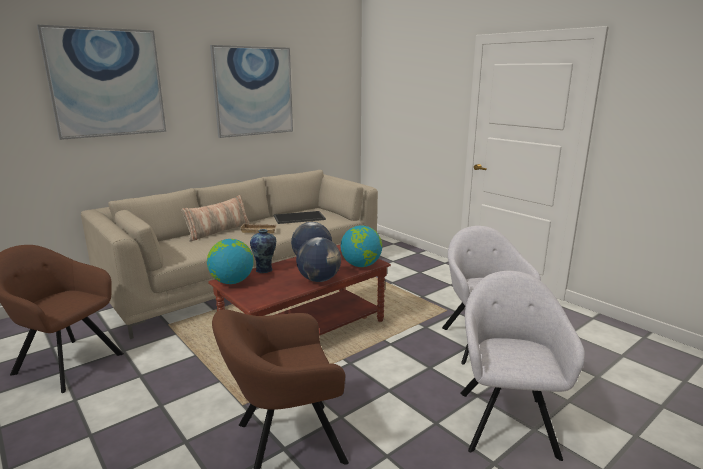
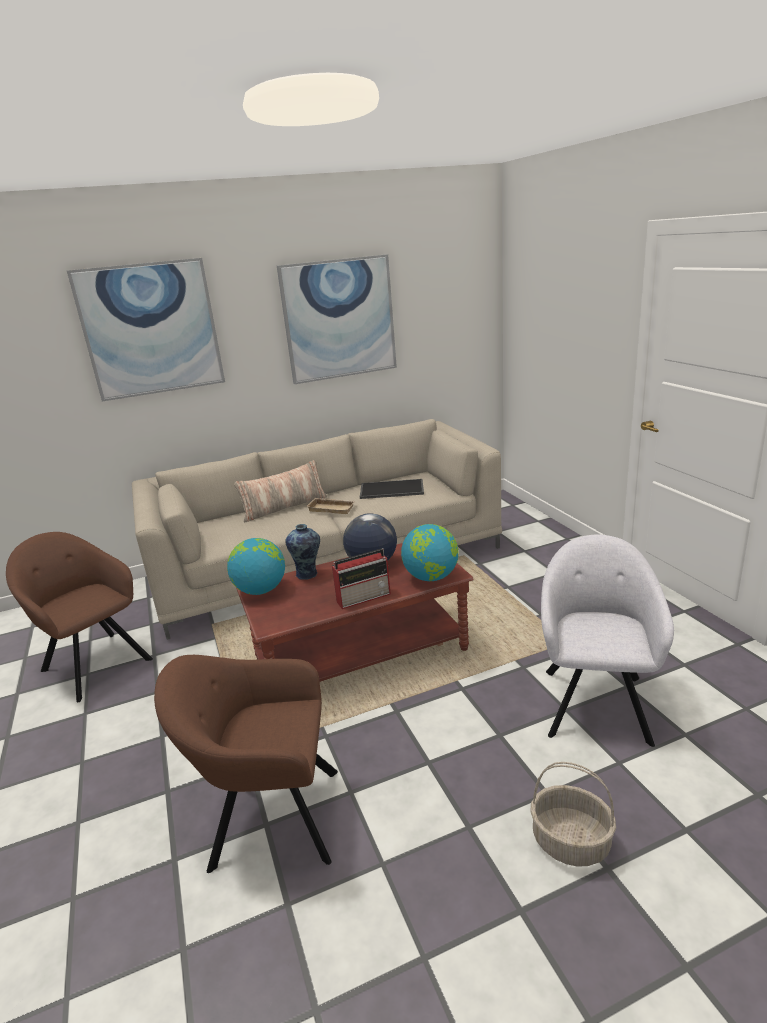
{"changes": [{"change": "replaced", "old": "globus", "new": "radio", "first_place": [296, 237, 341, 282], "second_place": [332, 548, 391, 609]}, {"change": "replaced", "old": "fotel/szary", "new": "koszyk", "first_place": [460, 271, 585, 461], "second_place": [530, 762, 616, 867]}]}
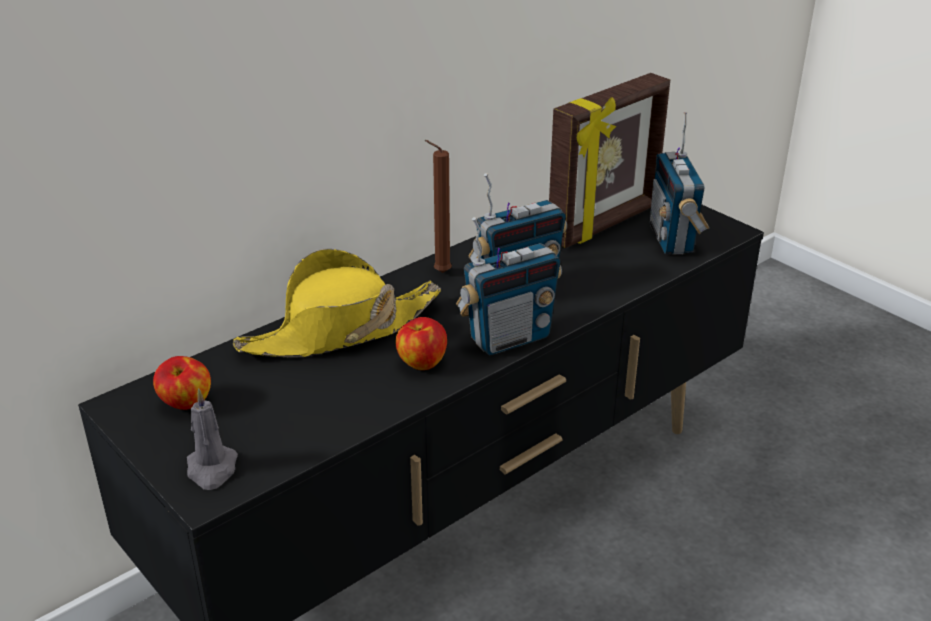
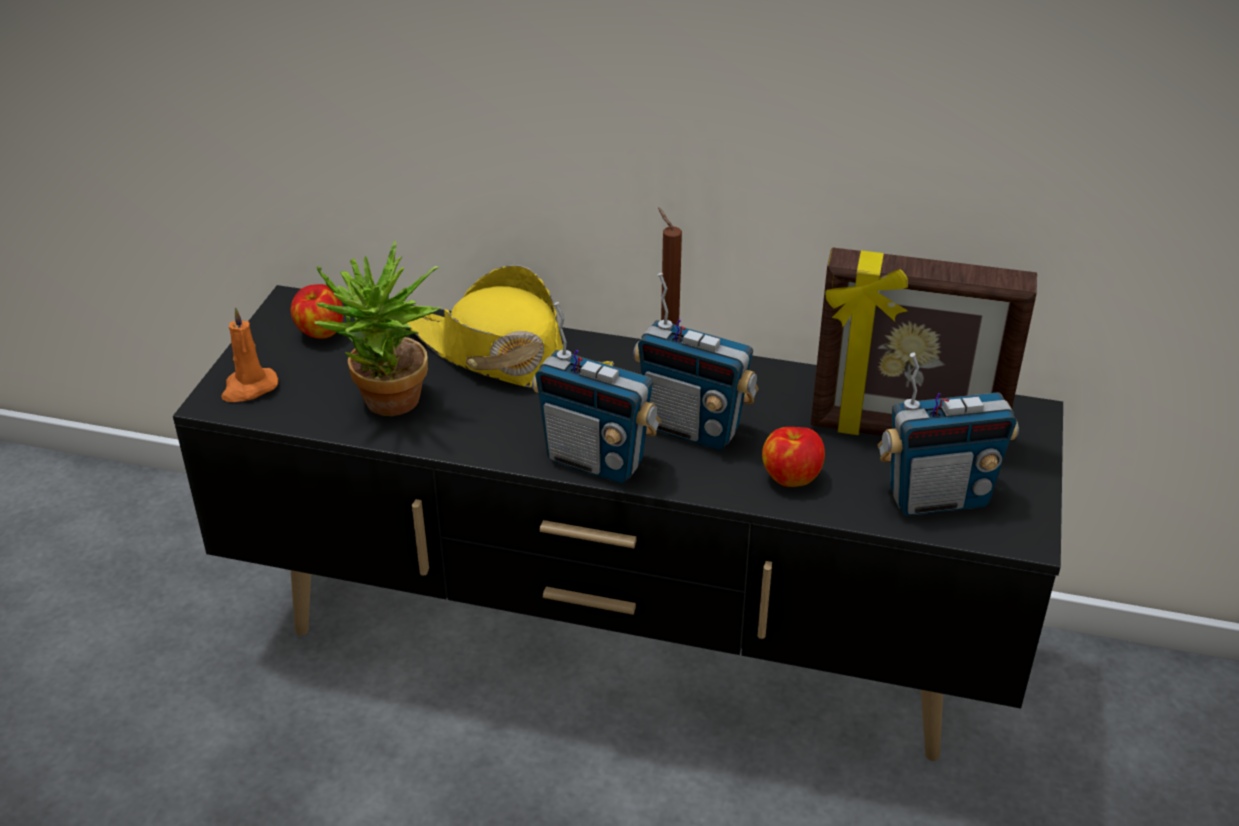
{"changes": [{"change": "recoloured", "old": "świeca/szary", "new": "świeca/pomarańczowy", "first_place": [187, 388, 238, 490], "second_place": [221, 307, 278, 402]}, {"change": "added", "new": "roślina doniczkowa", "second_place": [314, 240, 441, 416]}, {"change": "moved", "old": "jabłko", "first_place": [395, 317, 447, 370], "second_place": [762, 427, 825, 487]}, {"change": "turned", "old": "radio", "first_place": [650, 112, 709, 254], "second_place": [878, 353, 1019, 516], "degrees": -150}]}
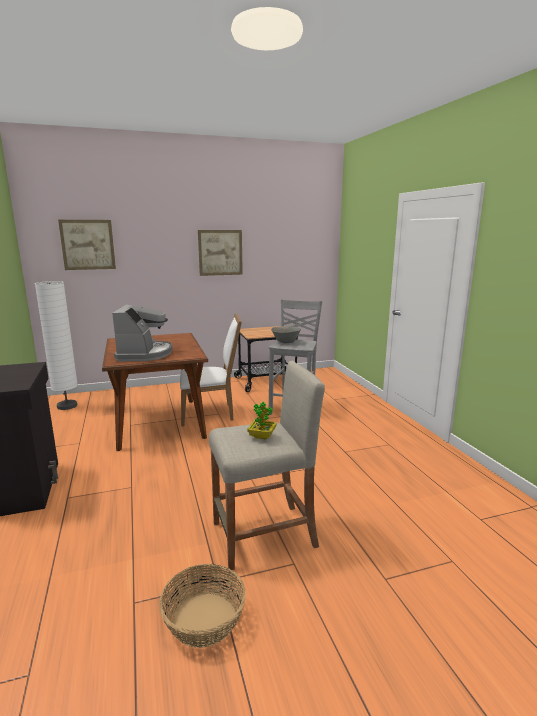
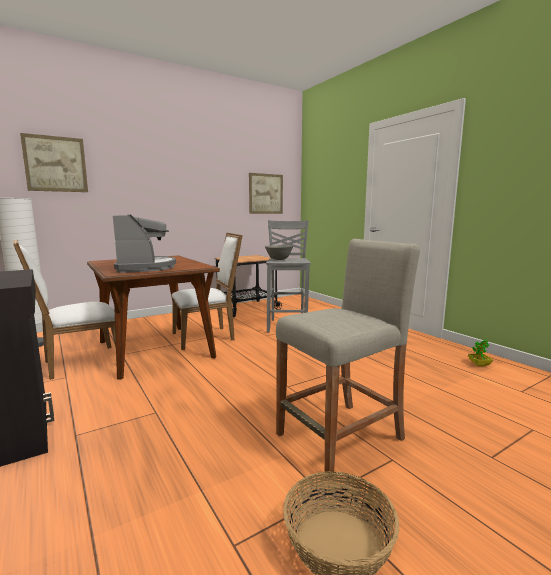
{"changes": [{"change": "added", "new": "krzesło/biały", "second_place": [13, 239, 116, 380]}, {"change": "moved", "old": "obraz", "first_place": [198, 230, 243, 276], "second_place": [249, 173, 283, 214]}, {"change": "moved", "old": "roślina doniczkowa", "first_place": [248, 402, 276, 439], "second_place": [468, 339, 493, 366]}]}
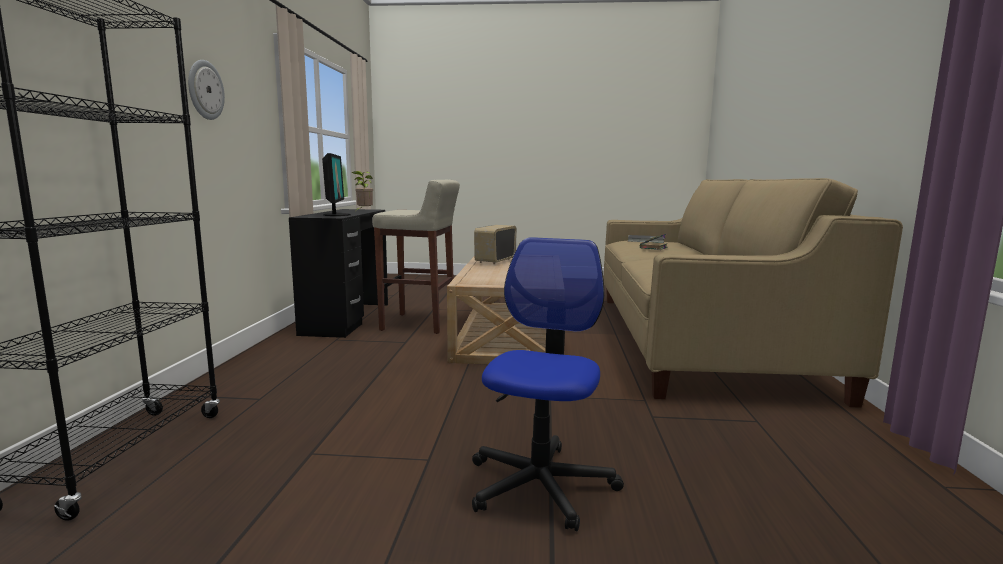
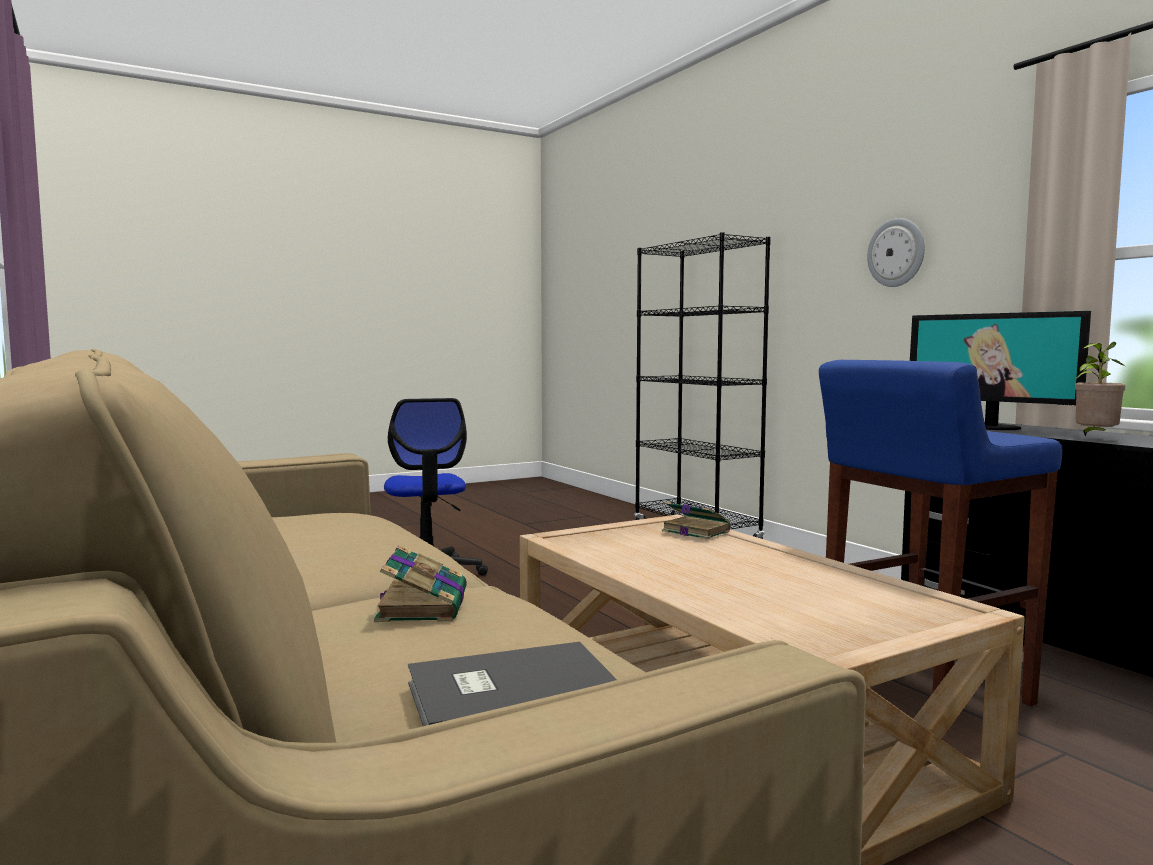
{"changes": [{"change": "added", "new": "książka", "second_place": [662, 502, 731, 540]}, {"change": "recoloured", "old": "stołek/beżowy", "new": "stołek/niebieski", "first_place": [372, 180, 460, 334], "second_place": [819, 360, 1062, 733]}, {"change": "removed", "old": "radio", "first_place": [474, 225, 517, 264]}]}
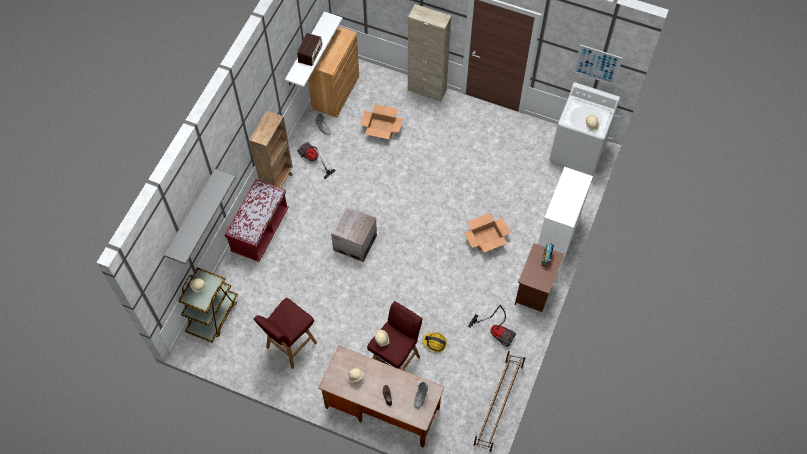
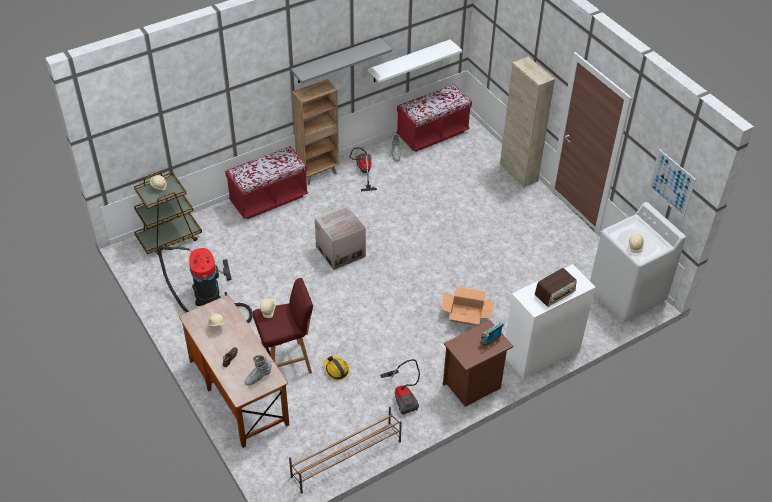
{"changes": [{"change": "replaced", "old": "stołek/czerwony", "new": "odkurzacz", "first_place": [254, 298, 317, 369], "second_place": [158, 246, 253, 323]}, {"change": "moved", "old": "półka/szary", "first_place": [164, 169, 236, 265], "second_place": [291, 38, 392, 83]}, {"change": "replaced", "old": "szafka/brązowy", "new": "ławka/czerwony", "first_place": [308, 26, 359, 118], "second_place": [396, 84, 472, 152]}, {"change": "moved", "old": "radio", "first_place": [297, 33, 322, 66], "second_place": [535, 268, 577, 307]}, {"change": "removed", "old": "karton", "first_place": [360, 104, 403, 139]}]}
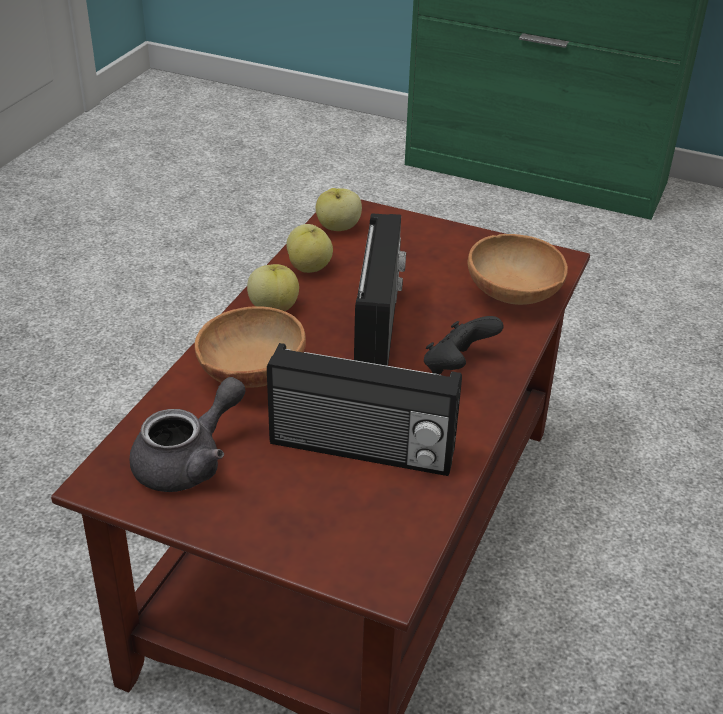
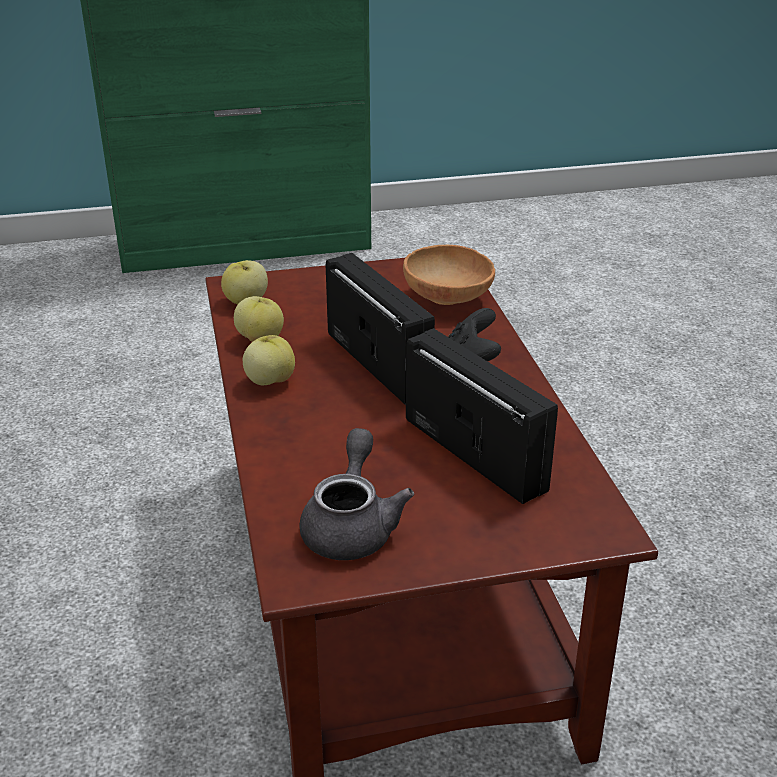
{"changes": [{"change": "turned", "old": "radio", "first_place": [267, 343, 462, 476], "second_place": [406, 328, 558, 504], "degrees": -105}, {"change": "removed", "old": "miska/brązowy", "first_place": [195, 306, 306, 388]}]}
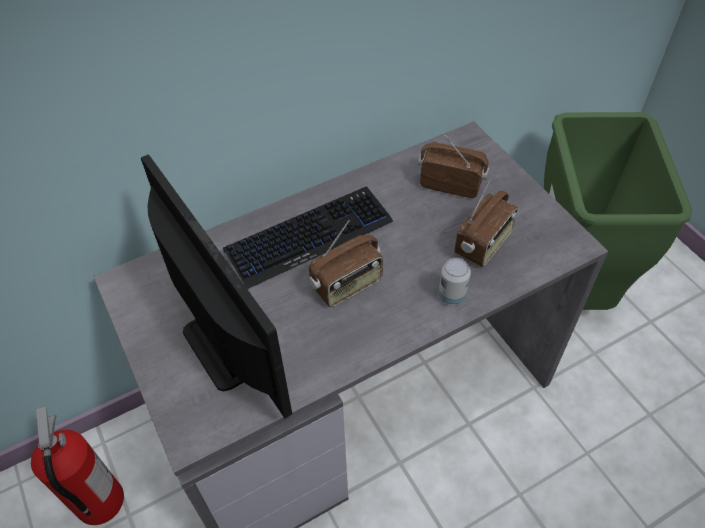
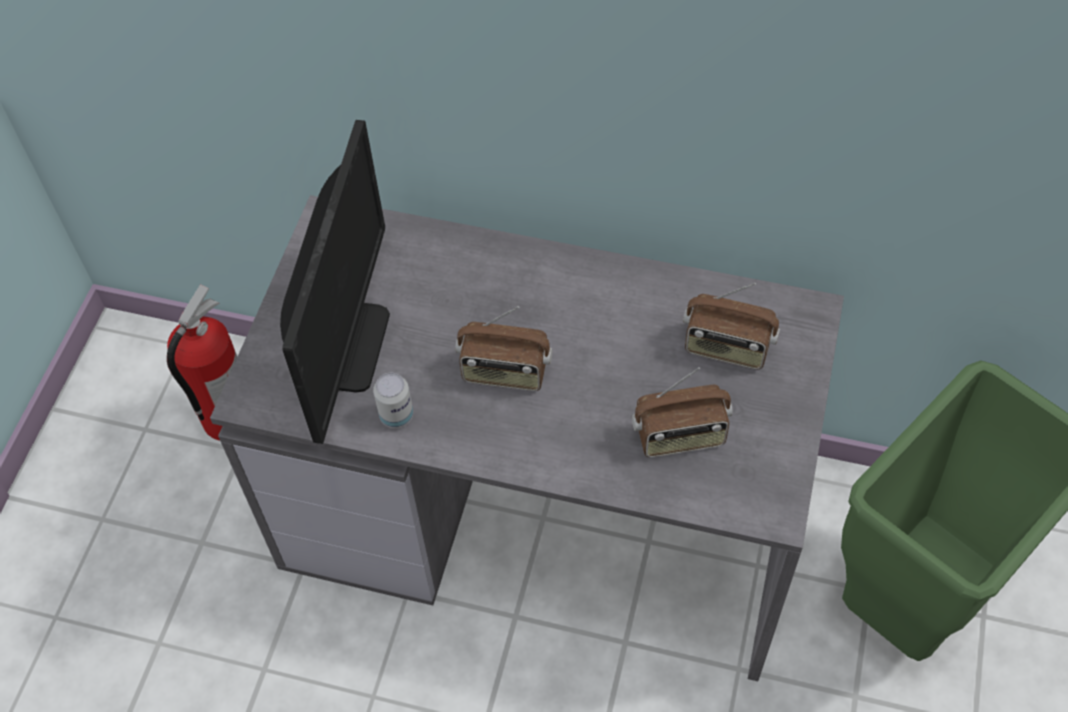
{"changes": [{"change": "moved", "old": "puszka", "first_place": [438, 258, 471, 305], "second_place": [373, 373, 413, 428]}, {"change": "turned", "old": "radio", "first_place": [418, 135, 489, 198], "second_place": [683, 283, 780, 369], "degrees": 135}, {"change": "removed", "old": "klawiatura", "first_place": [223, 186, 393, 289]}]}
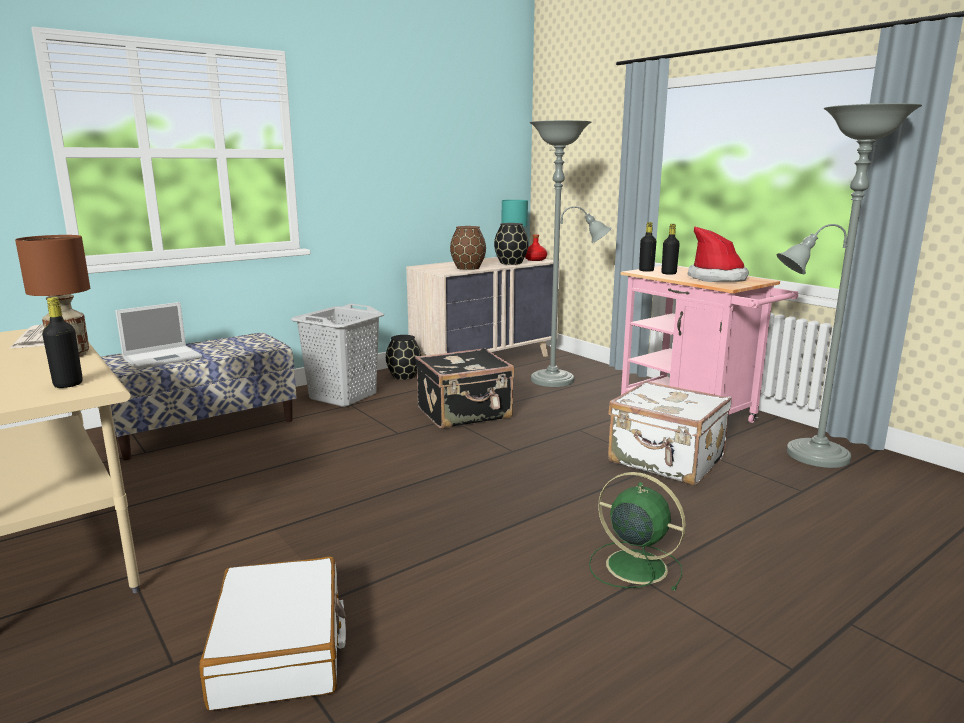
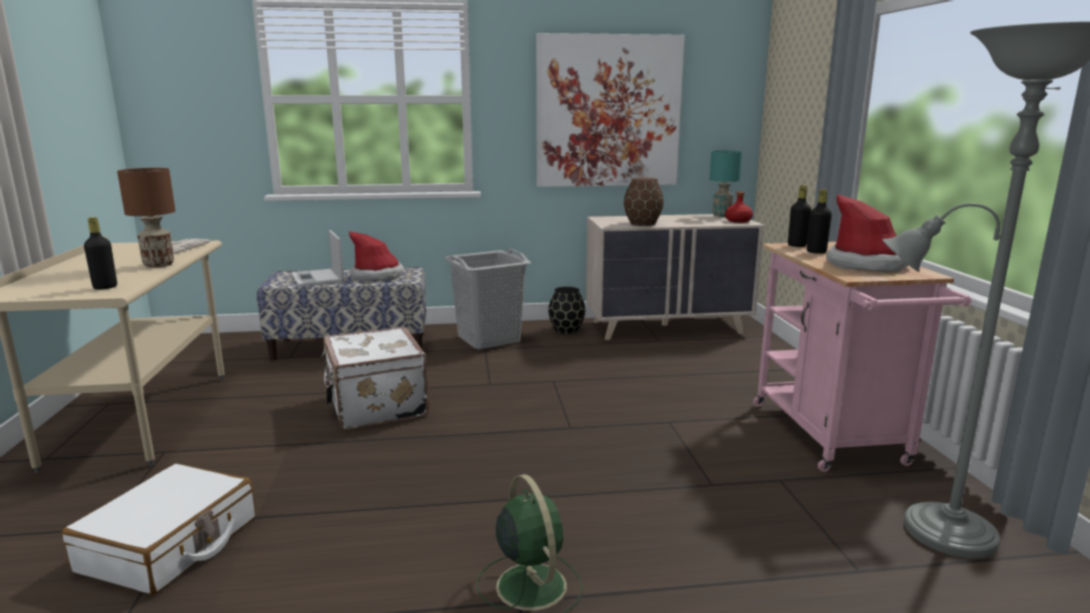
{"changes": [{"change": "turned", "old": "laptop", "first_place": [115, 302, 202, 369], "second_place": [291, 230, 344, 287], "degrees": 75}, {"change": "moved", "old": "walizka/biały", "first_place": [608, 380, 732, 485], "second_place": [322, 327, 429, 430]}, {"change": "added", "new": "kapelusz", "second_place": [349, 231, 405, 281]}, {"change": "added", "new": "obraz", "second_place": [536, 33, 685, 187]}, {"change": "removed", "old": "walizka/czarny", "first_place": [415, 348, 514, 429]}, {"change": "removed", "old": "wazon/czarny", "first_place": [494, 223, 529, 265]}, {"change": "removed", "old": "lampa stojąca/szary", "first_place": [530, 120, 611, 387]}]}
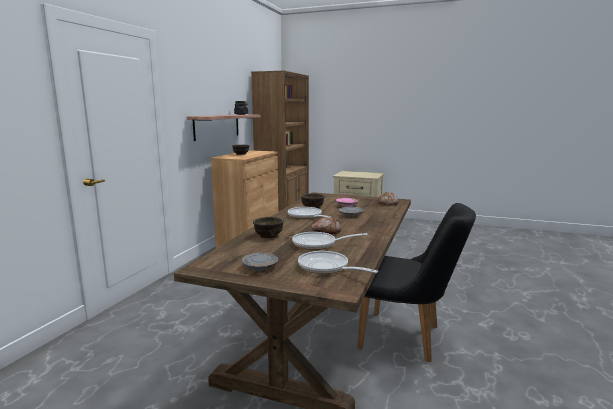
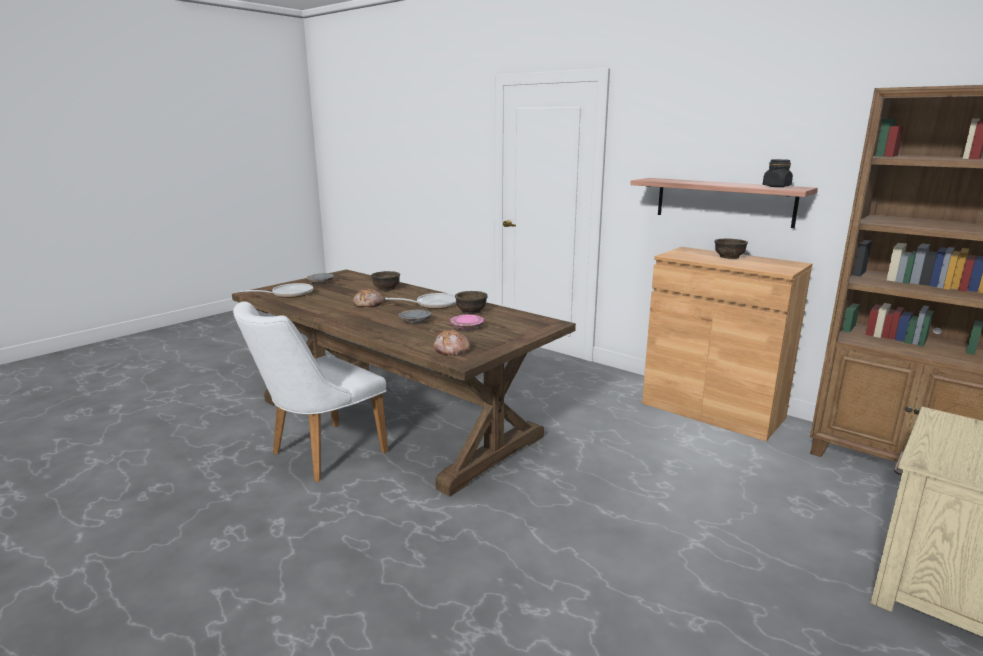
{"changes": [{"change": "recoloured", "old": "krzesło/czarny", "new": "krzesło/biały", "first_place": [357, 203, 476, 362], "second_place": [233, 302, 388, 482]}, {"change": "removed", "old": "patelnia", "first_place": [292, 232, 368, 250]}]}
